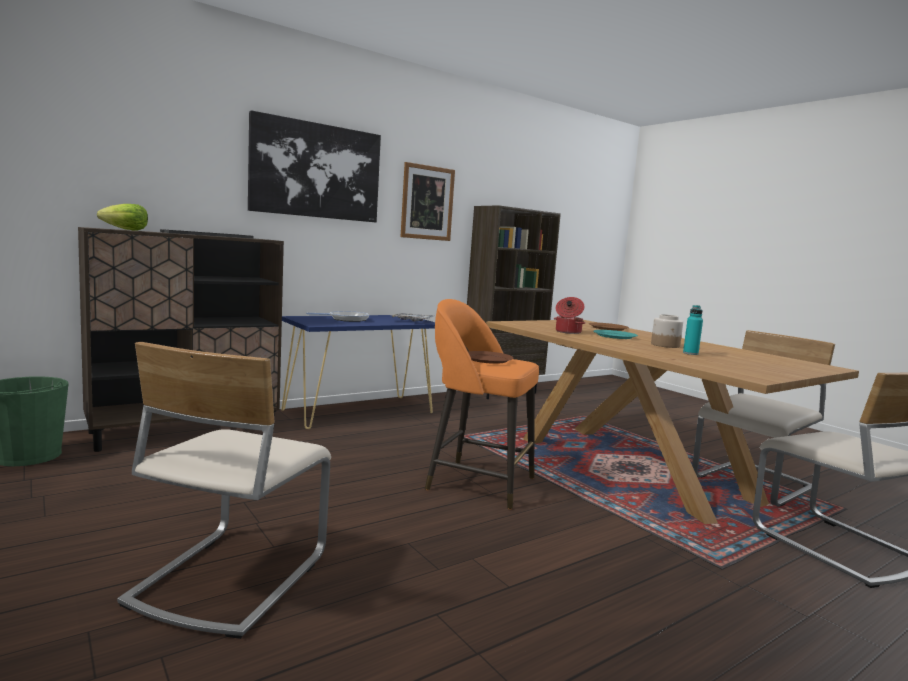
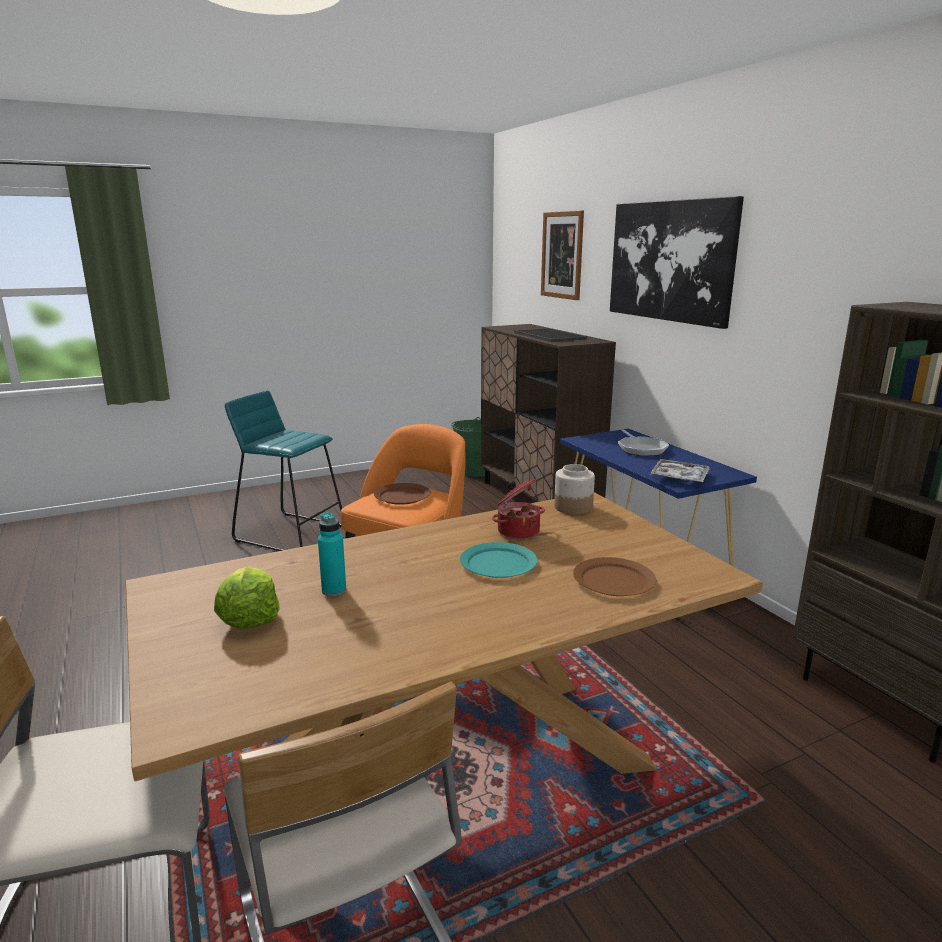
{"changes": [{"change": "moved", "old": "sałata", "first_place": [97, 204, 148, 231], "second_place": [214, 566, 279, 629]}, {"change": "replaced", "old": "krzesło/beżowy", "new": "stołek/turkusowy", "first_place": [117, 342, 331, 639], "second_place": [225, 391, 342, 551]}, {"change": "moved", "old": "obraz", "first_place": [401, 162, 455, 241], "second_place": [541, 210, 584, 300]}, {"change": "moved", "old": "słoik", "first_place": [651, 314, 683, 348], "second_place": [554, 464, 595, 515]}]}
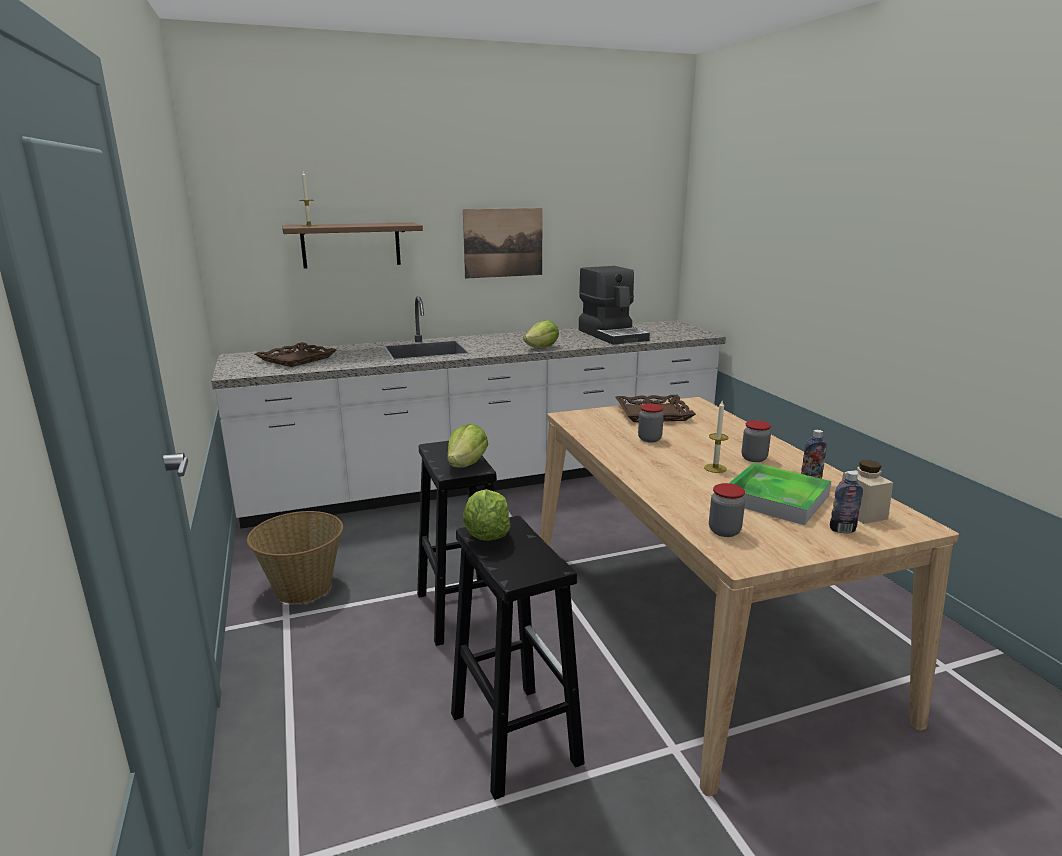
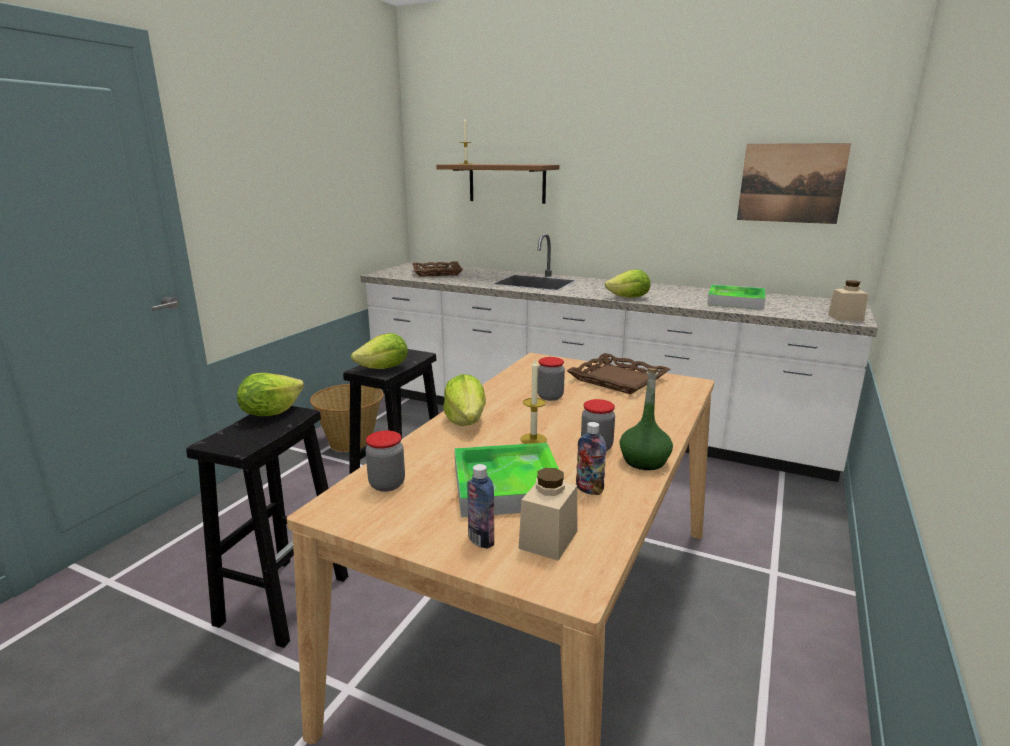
{"changes": [{"change": "added", "new": "sałata", "second_place": [443, 374, 486, 426]}, {"change": "added", "new": "butelka/zielony", "second_place": [619, 368, 673, 470]}, {"change": "replaced", "old": "ekspres do kawy", "new": "taca", "first_place": [579, 266, 650, 345], "second_place": [707, 284, 766, 309]}, {"change": "moved", "old": "obraz", "first_place": [463, 208, 543, 279], "second_place": [737, 143, 851, 224]}, {"change": "added", "new": "słoik/beżowy", "second_place": [828, 280, 868, 321]}]}
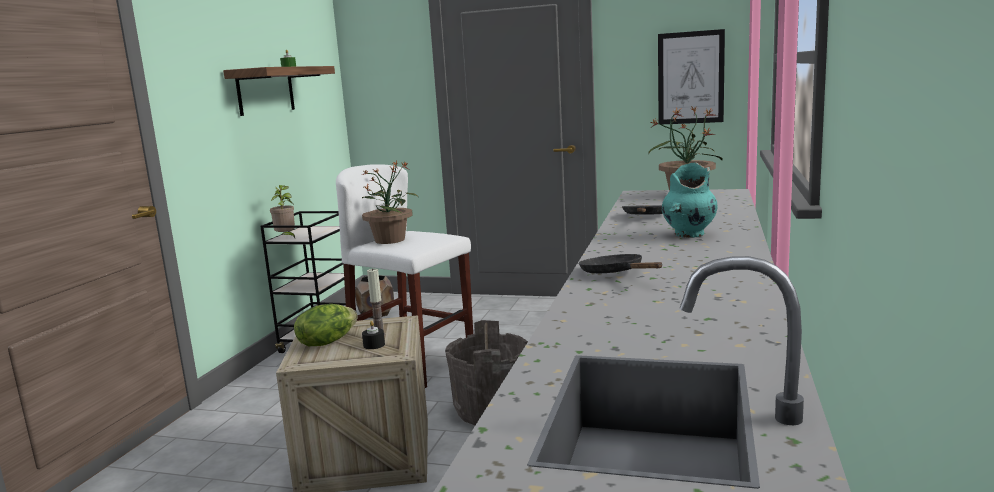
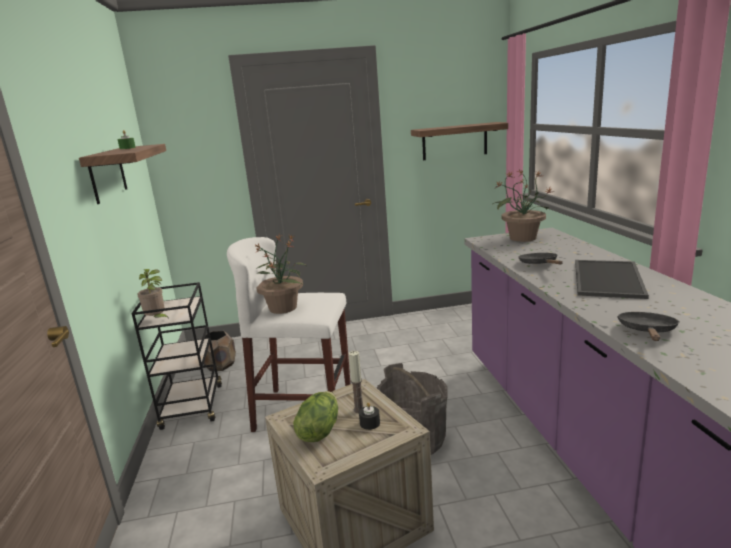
{"changes": [{"change": "replaced", "old": "obraz", "new": "półka", "first_place": [658, 29, 725, 124], "second_place": [411, 122, 508, 160]}, {"change": "replaced", "old": "wazon/turkusowy", "new": "taca", "first_place": [662, 162, 717, 238], "second_place": [575, 260, 649, 299]}, {"change": "turned", "old": "patelnia/czarny", "first_place": [579, 254, 662, 273], "second_place": [617, 312, 680, 341], "degrees": 75}]}
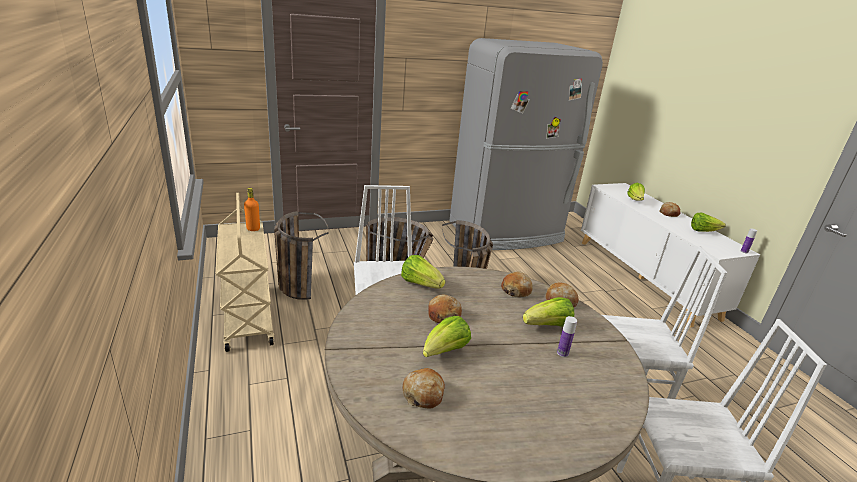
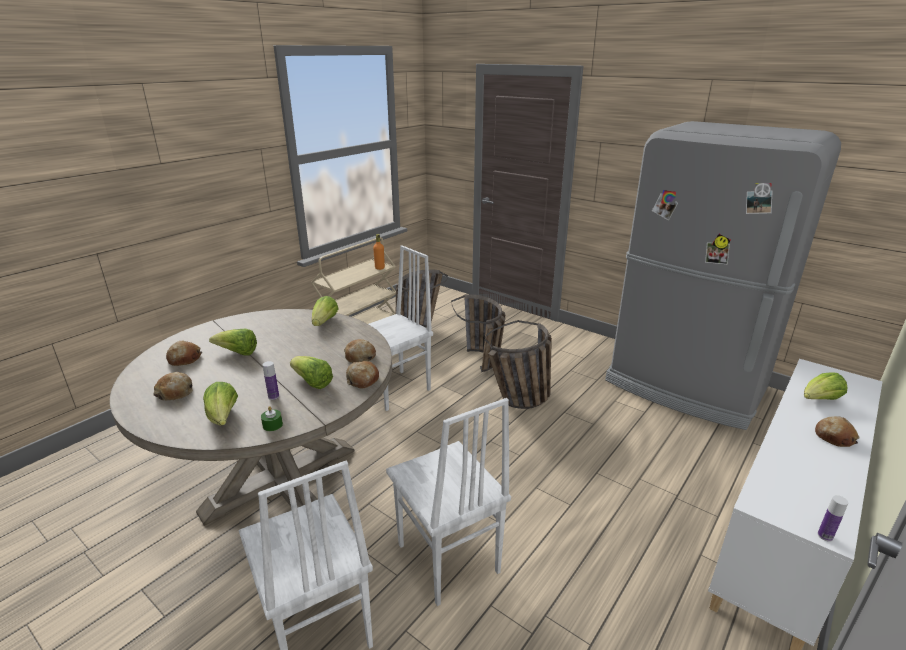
{"changes": [{"change": "moved", "old": "chleb", "first_place": [428, 295, 462, 323], "second_place": [154, 372, 193, 401]}, {"change": "moved", "old": "sałata", "first_place": [691, 212, 726, 232], "second_place": [203, 382, 238, 425]}, {"change": "added", "new": "świeca/zielony", "second_place": [261, 406, 283, 431]}]}
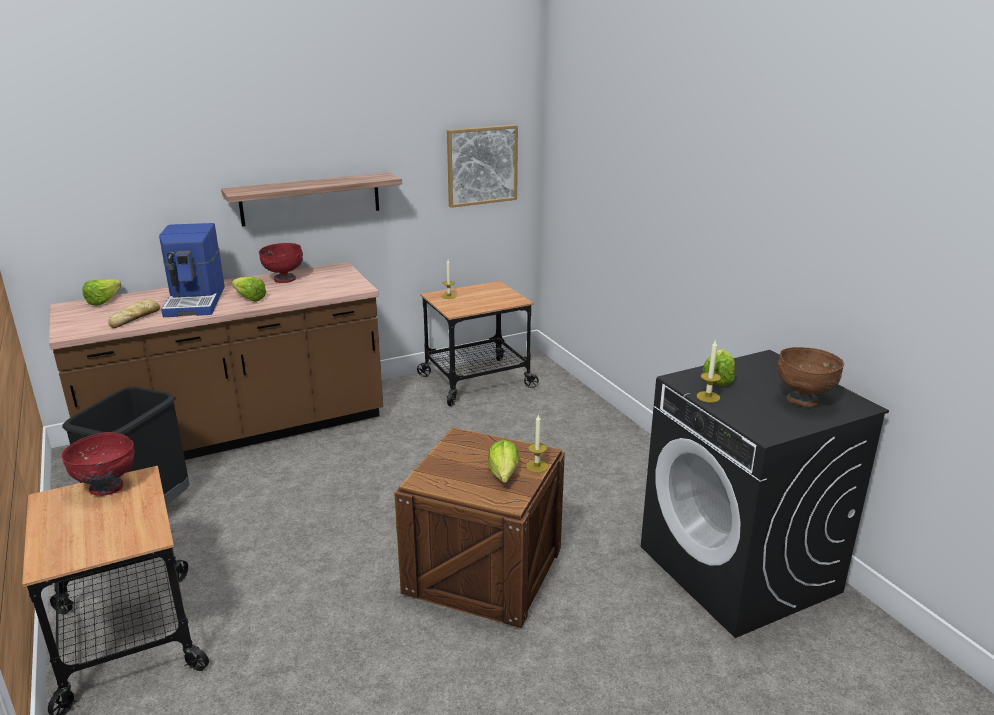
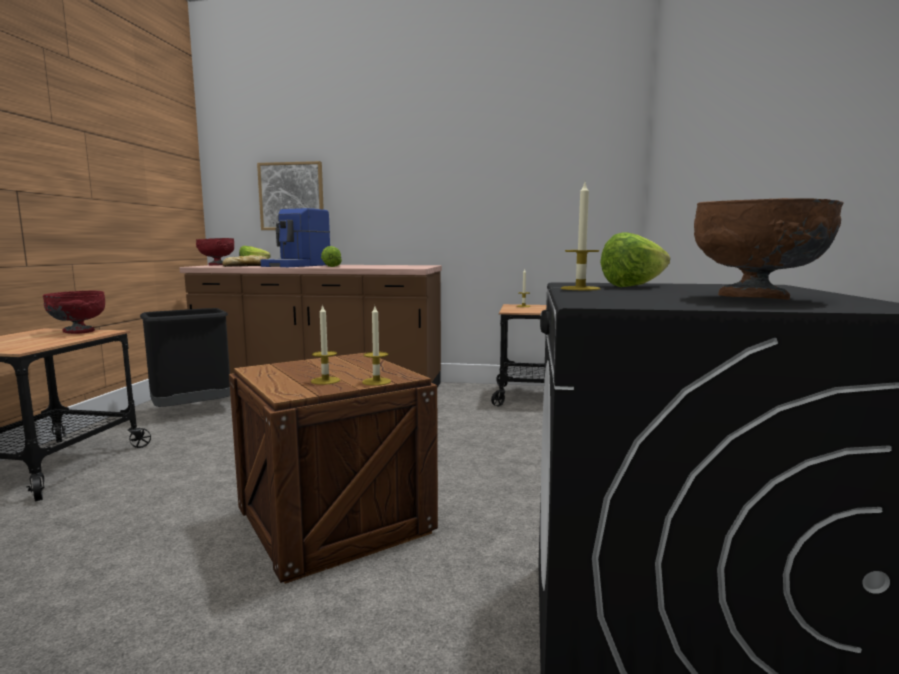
{"changes": [{"change": "moved", "old": "miska/czerwony", "first_place": [259, 243, 303, 283], "second_place": [196, 238, 234, 265]}, {"change": "moved", "old": "obraz", "first_place": [447, 125, 518, 208], "second_place": [257, 161, 324, 230]}, {"change": "replaced", "old": "sałata", "new": "świeca", "first_place": [488, 440, 519, 483], "second_place": [311, 304, 340, 385]}, {"change": "removed", "old": "półka", "first_place": [221, 172, 402, 226]}]}
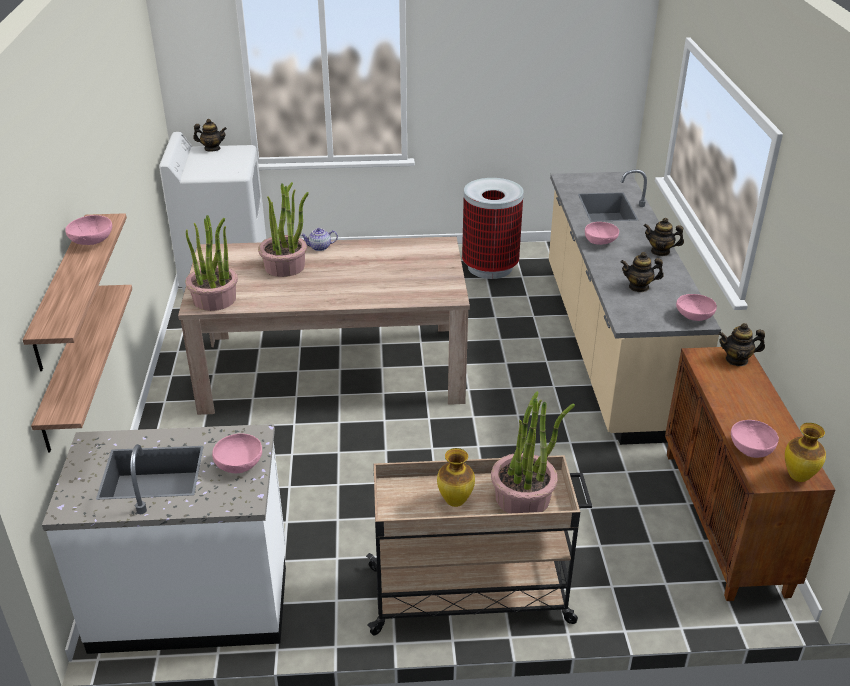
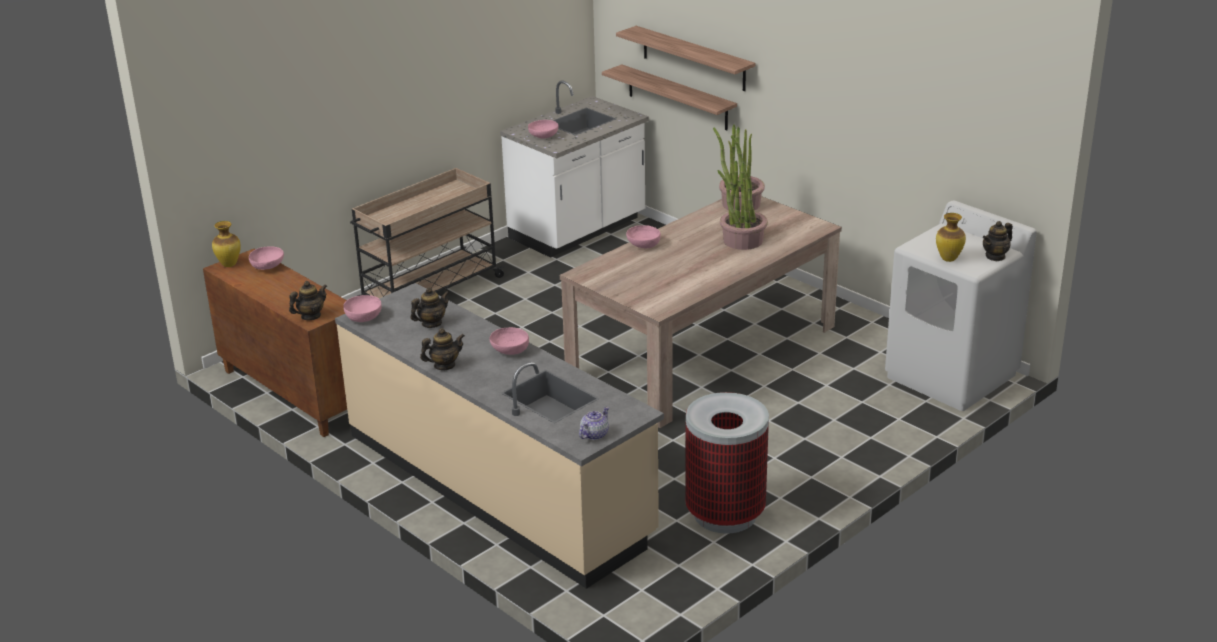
{"changes": [{"change": "moved", "old": "imbryk", "first_place": [301, 228, 338, 251], "second_place": [579, 407, 609, 440]}, {"change": "moved", "old": "miska/różowy", "first_place": [65, 215, 112, 245], "second_place": [626, 225, 661, 248]}, {"change": "moved", "old": "wazon", "first_place": [437, 448, 475, 507], "second_place": [936, 213, 966, 262]}, {"change": "removed", "old": "roślina doniczkowa", "first_place": [491, 391, 575, 514]}]}
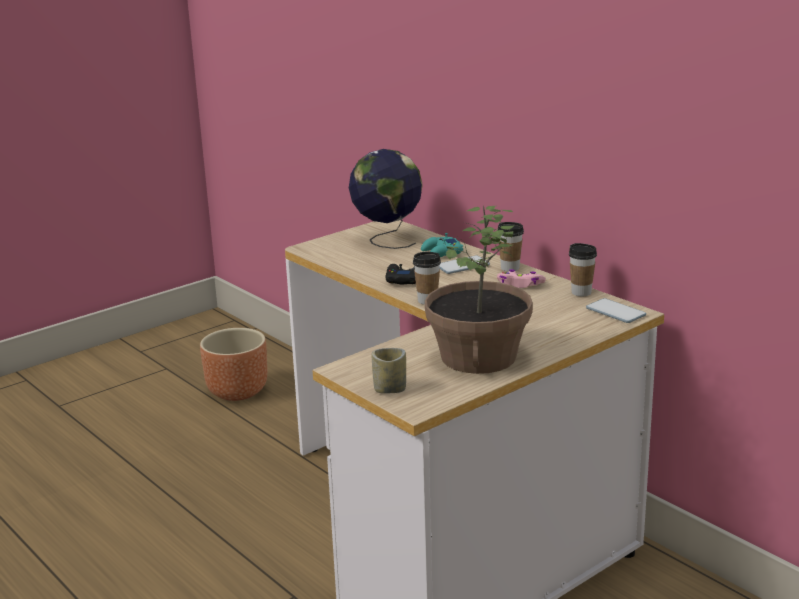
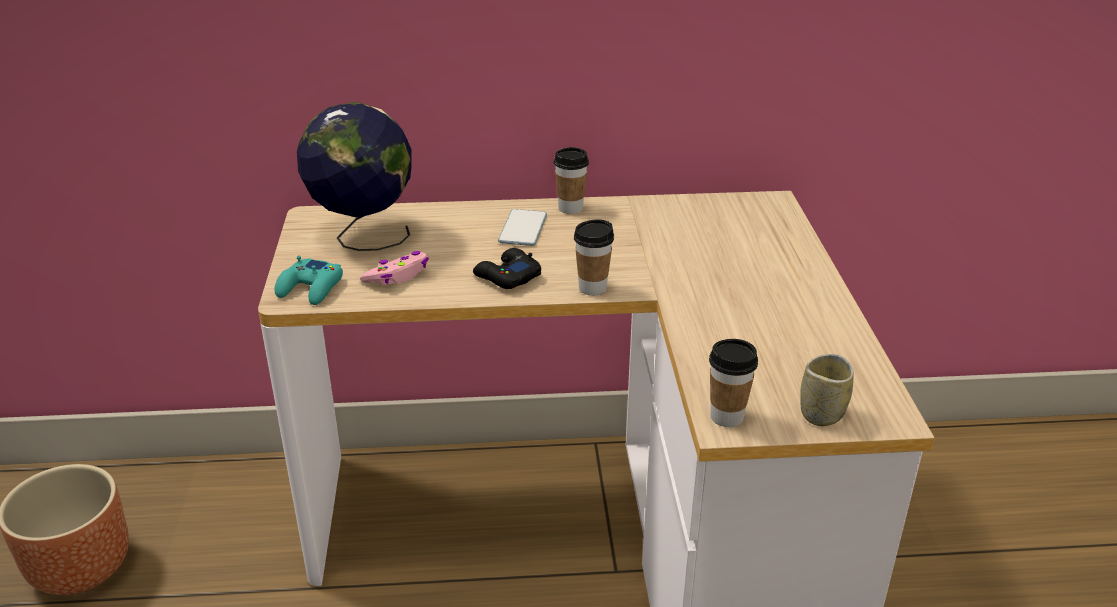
{"changes": [{"change": "moved", "old": "pad do gier/turkusowy", "first_place": [421, 233, 463, 257], "second_place": [275, 256, 343, 305]}, {"change": "moved", "old": "pad do gier/różowy", "first_place": [497, 269, 546, 288], "second_place": [360, 251, 429, 285]}, {"change": "moved", "old": "filiżanka", "first_place": [569, 243, 597, 296], "second_place": [709, 339, 758, 427]}, {"change": "removed", "old": "roślina doniczkowa", "first_place": [425, 206, 533, 374]}, {"change": "removed", "old": "telefon", "first_place": [586, 298, 646, 323]}]}
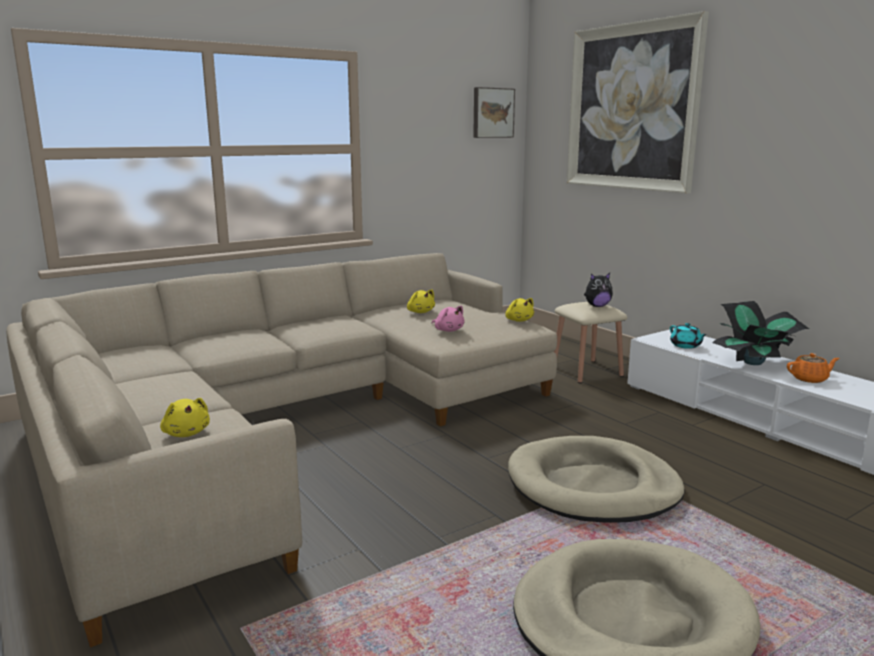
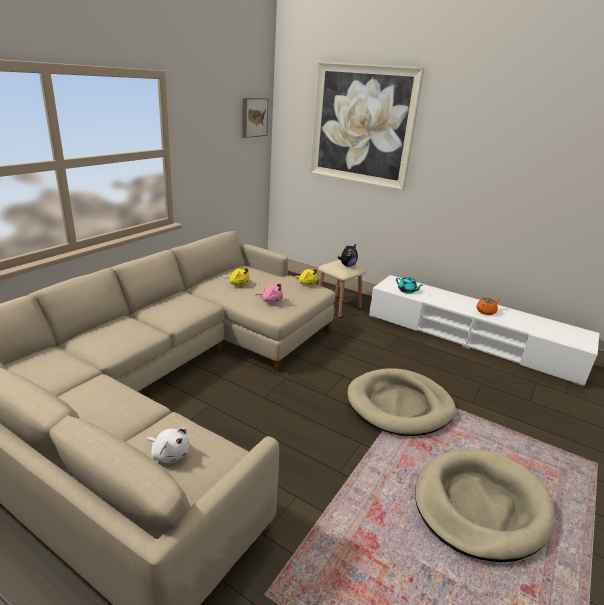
{"changes": [{"change": "recoloured", "old": "pluszak/żółty", "new": "pluszak/biały", "first_place": [160, 398, 210, 437], "second_place": [147, 428, 189, 463]}, {"change": "removed", "old": "roślina doniczkowa", "first_place": [713, 301, 809, 365]}]}
